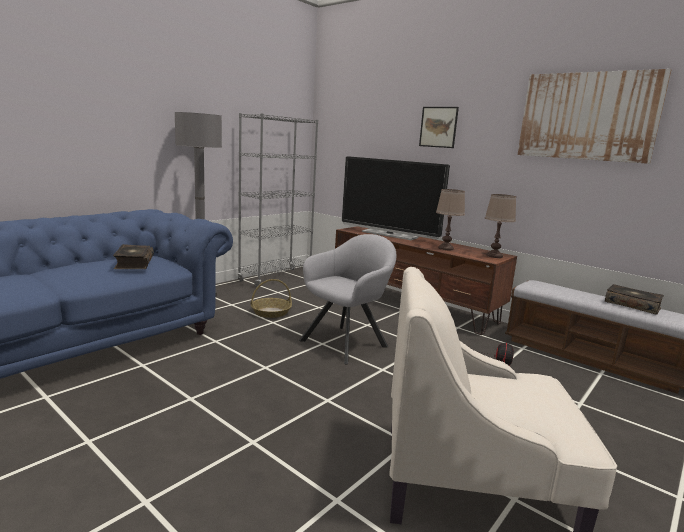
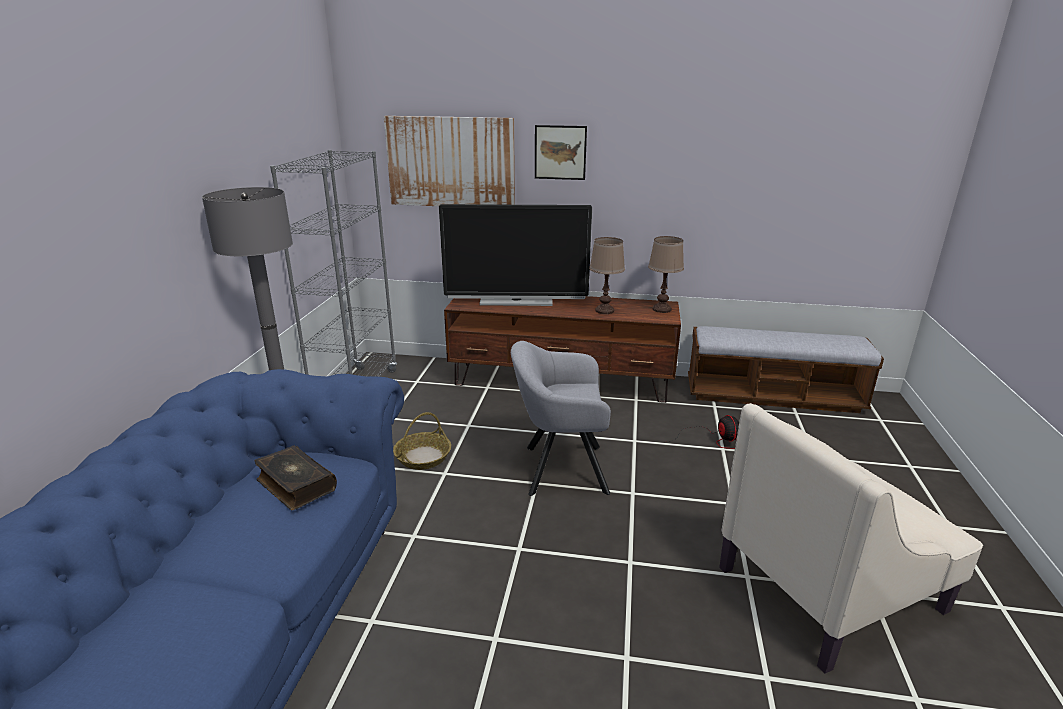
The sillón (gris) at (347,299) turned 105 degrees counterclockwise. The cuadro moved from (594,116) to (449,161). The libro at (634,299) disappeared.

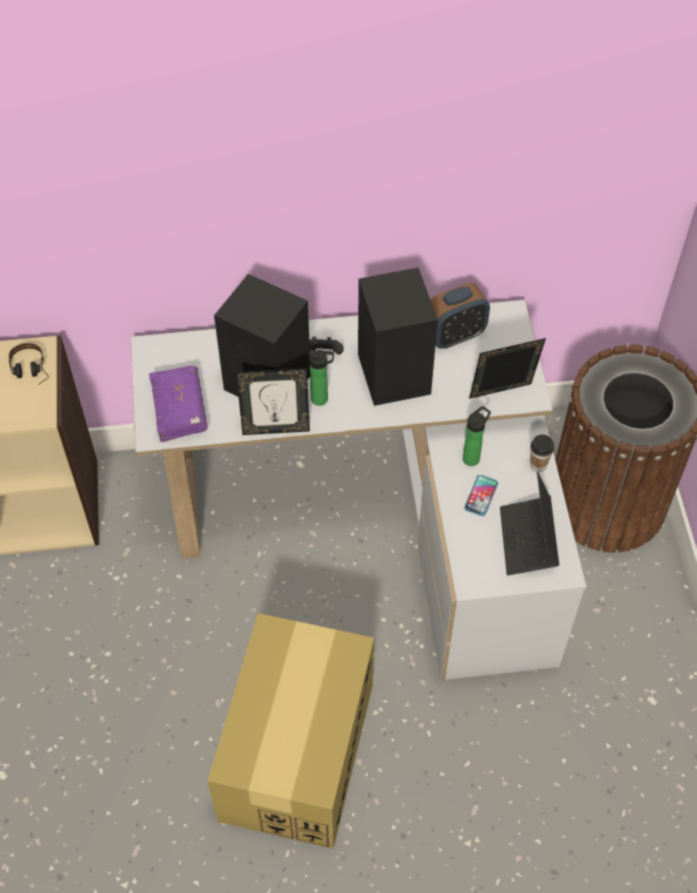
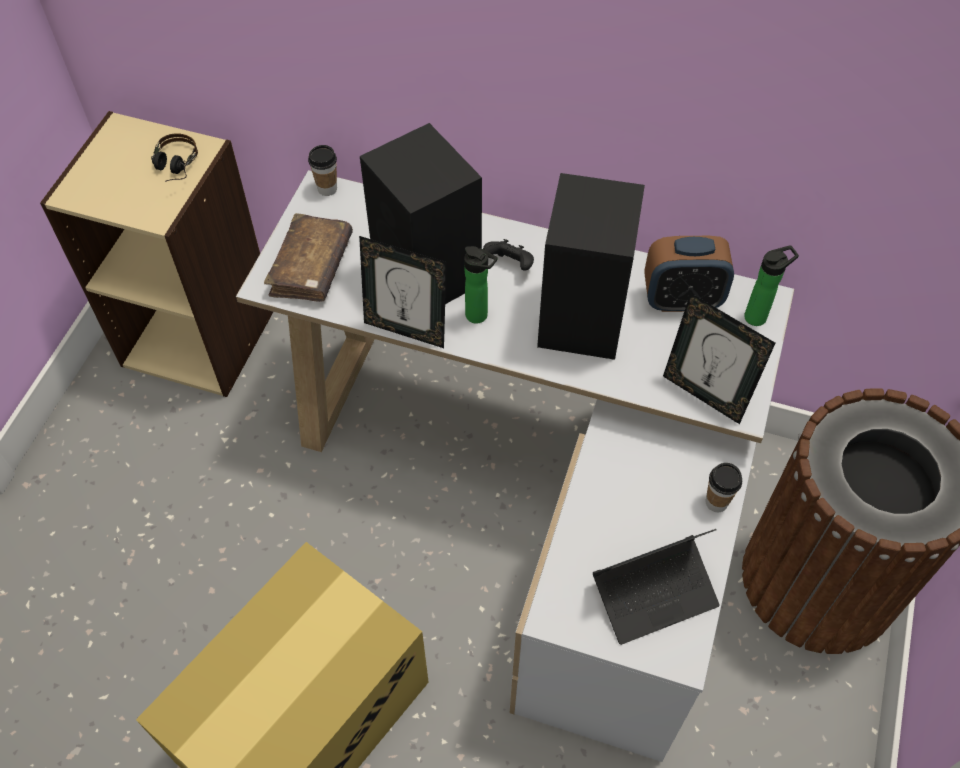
The libro (morado) at (178,404) became the libro (marrón) at (308,257). The botella moved from (477,436) to (771,285). The móvil at (481,495) disappeared. The portarretratos at (507,368) turned 150 degrees counterclockwise. The portátil at (529,523) turned 135 degrees counterclockwise. The taza at (322,170) appeared.

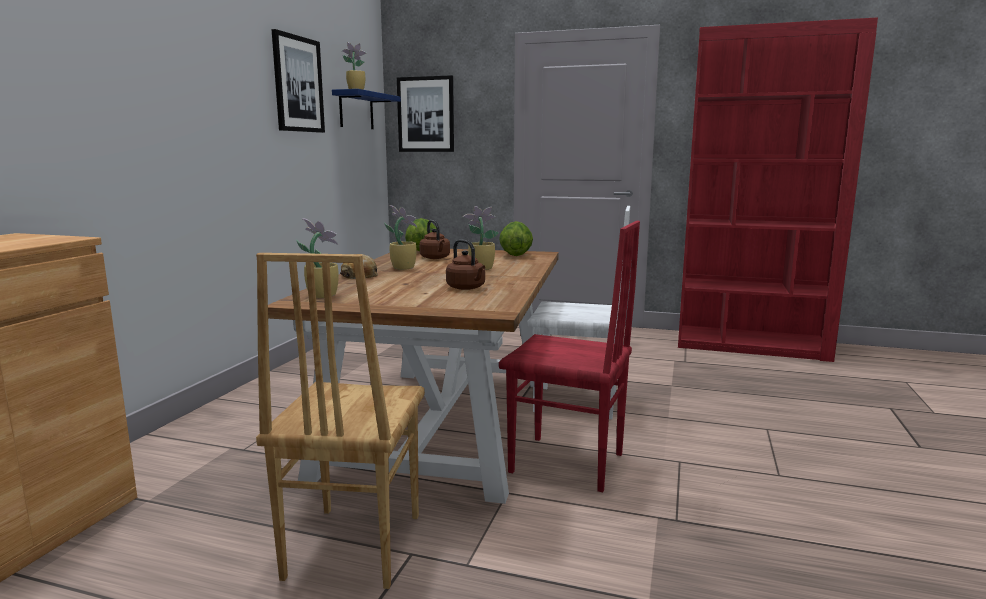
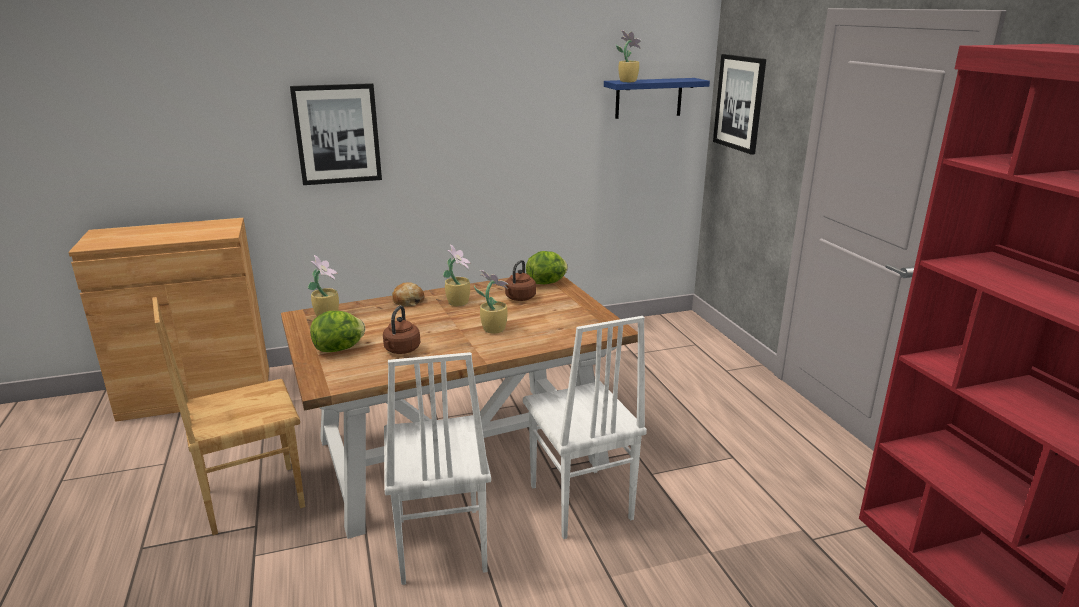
The cuadro moved from (298,81) to (336,134). The silla (rojo) at (569,356) became the silla (blanco) at (437,468). The lechuga moved from (516,238) to (337,331).

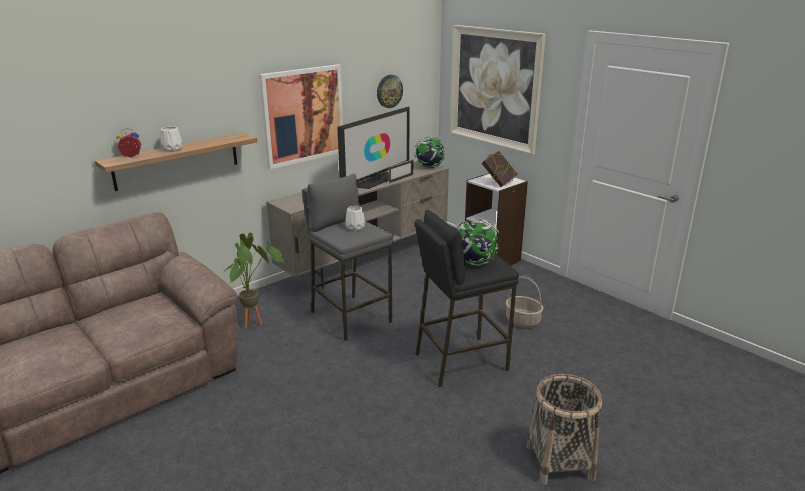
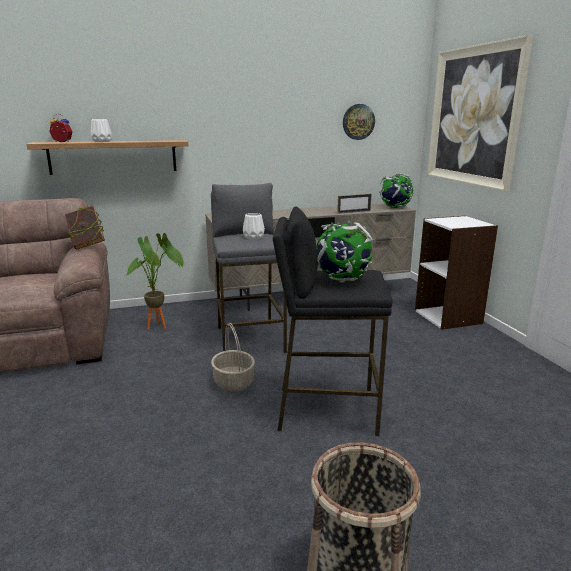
The cuadro at (301,116) disappeared. The televisor at (373,147) disappeared. The libro moved from (500,169) to (85,228). The cesta moved from (524,302) to (233,357).

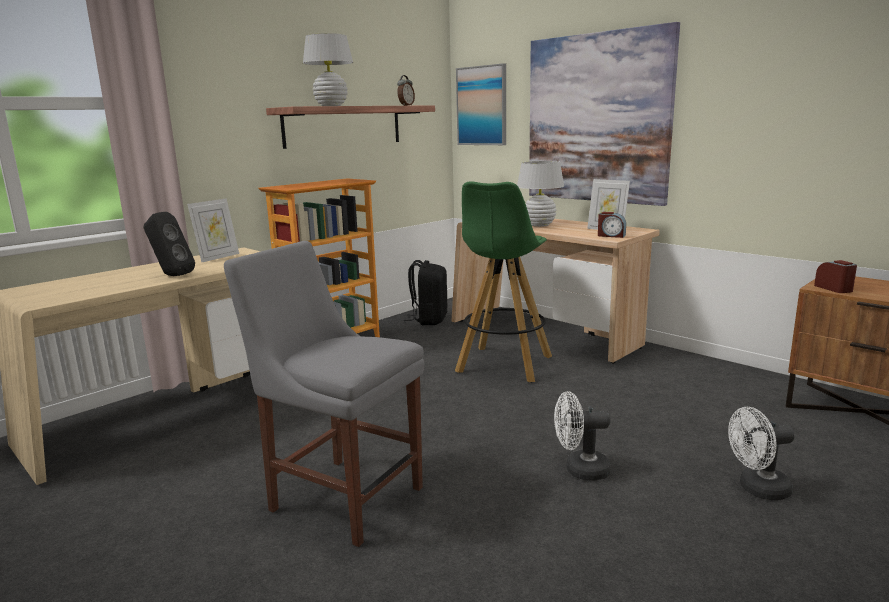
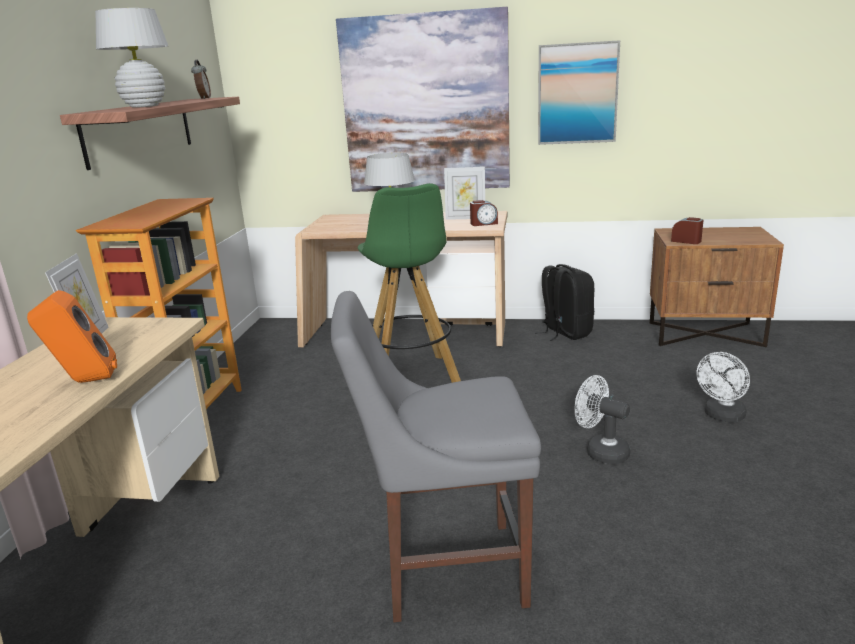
The altavoz (negro) at (169,244) became the altavoz (naranja) at (72,336). The mochila (negro) moved from (425,292) to (564,302). The cuadro moved from (481,104) to (579,92). The ventilador (blanco) at (582,436) turned 75 degrees clockwise.

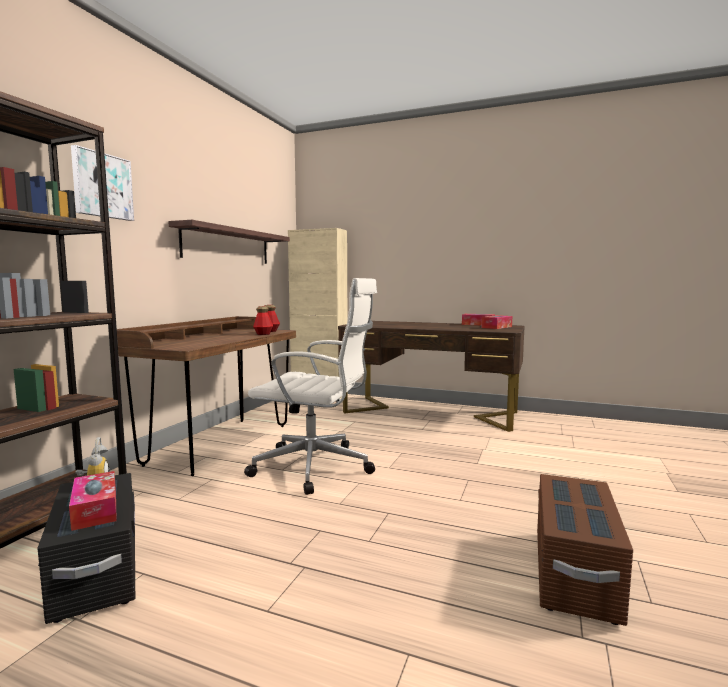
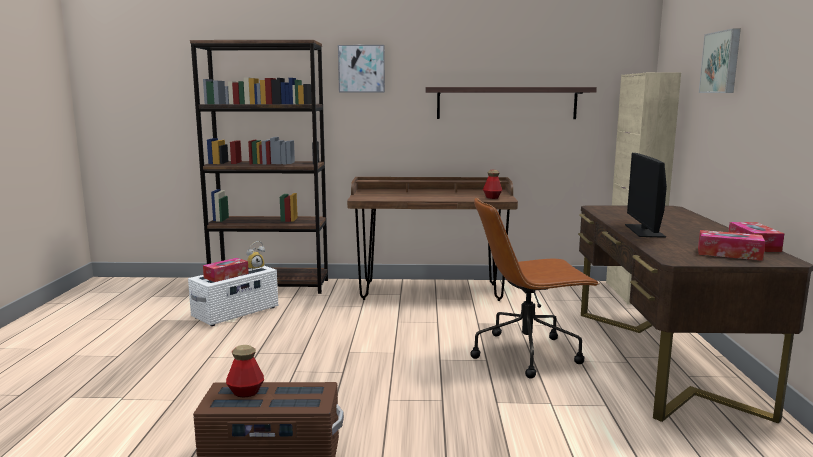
The caja de almacenaje (negro) at (86,548) became the caja de almacenaje (blanco) at (233,296). The silla de oficina (blanco) at (310,386) disappeared. The botella moved from (263,320) to (245,371). The silla de oficina (marrón) at (534,288) appeared. The monitor at (646,195) appeared. The cuadro at (720,60) appeared.

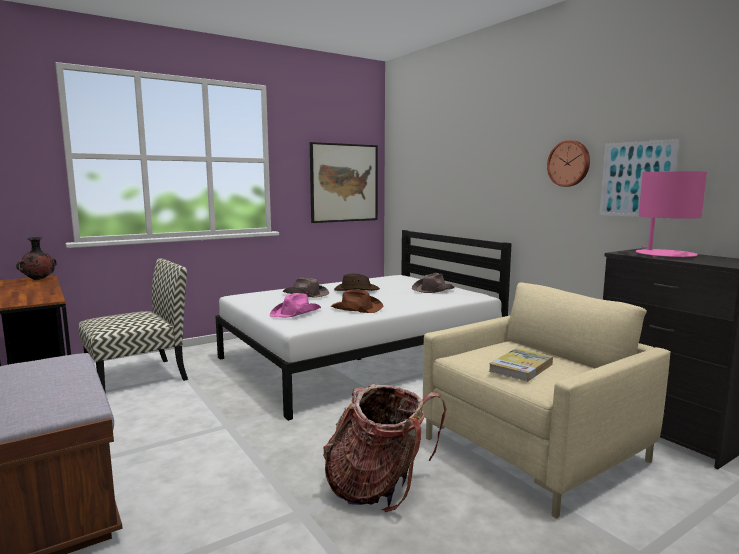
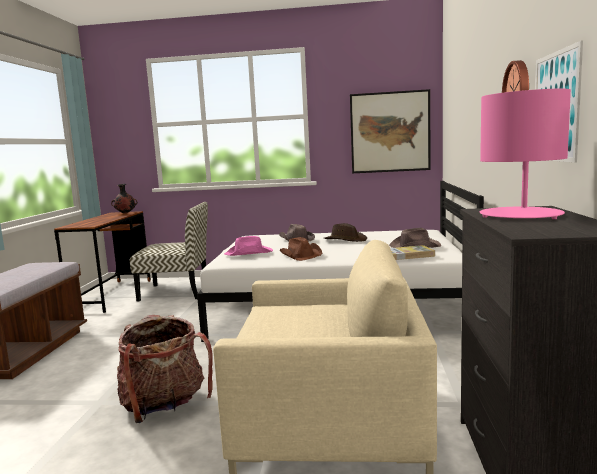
The libro moved from (521,365) to (412,252).

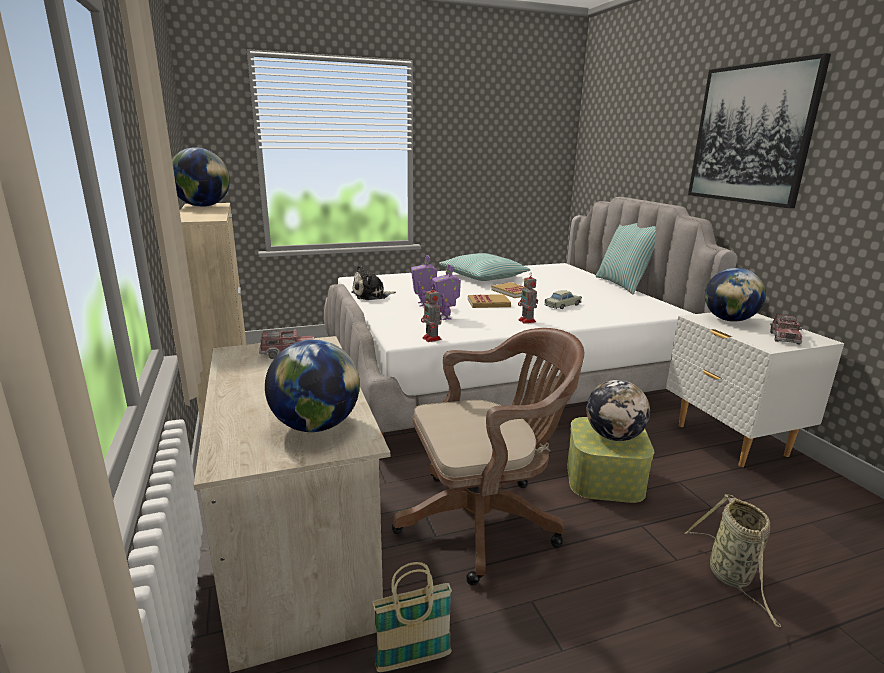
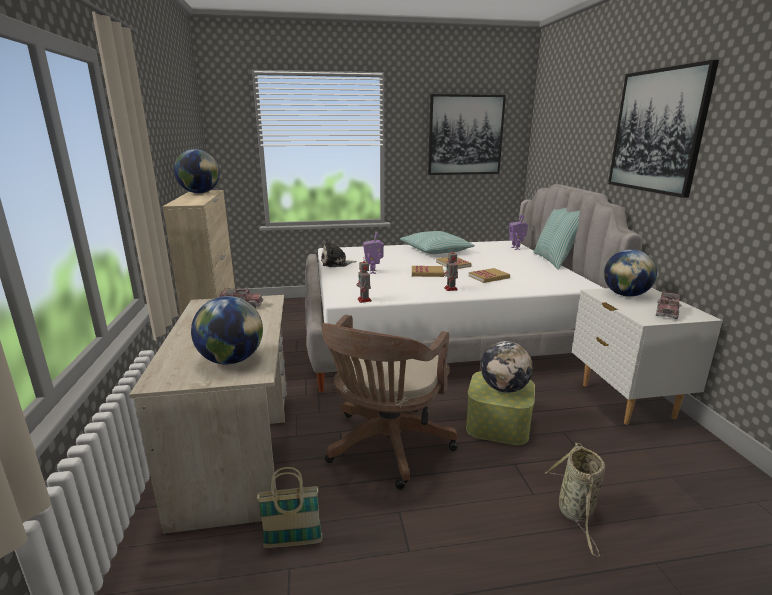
The silla de oficina (marrón) at (488,457) turned 120 degrees clockwise. The robot de juguete moved from (446,292) to (518,232). The coche de juguete (beis) at (563,299) was replaced by the libro at (489,275). The cuadro at (467,134) appeared.

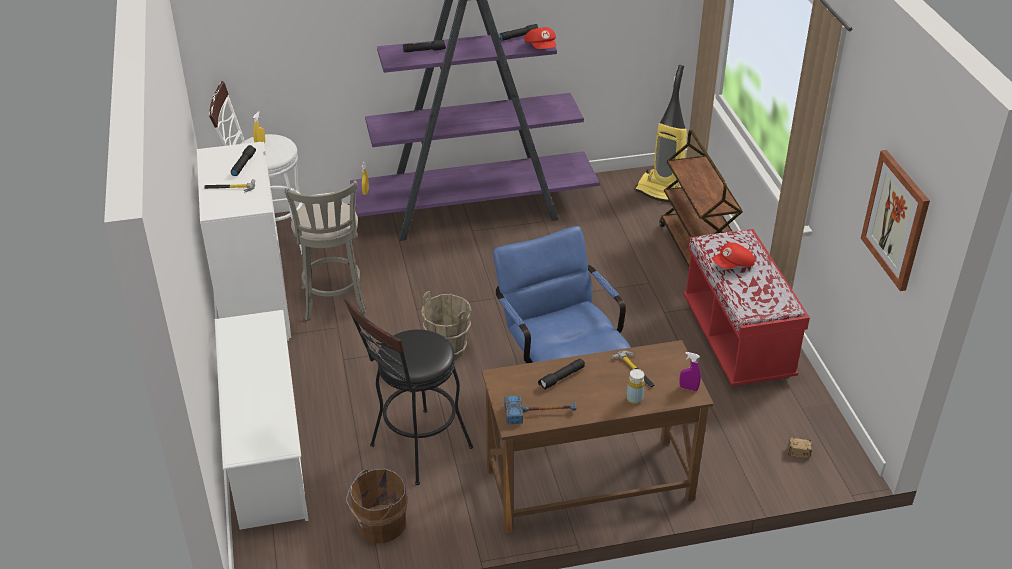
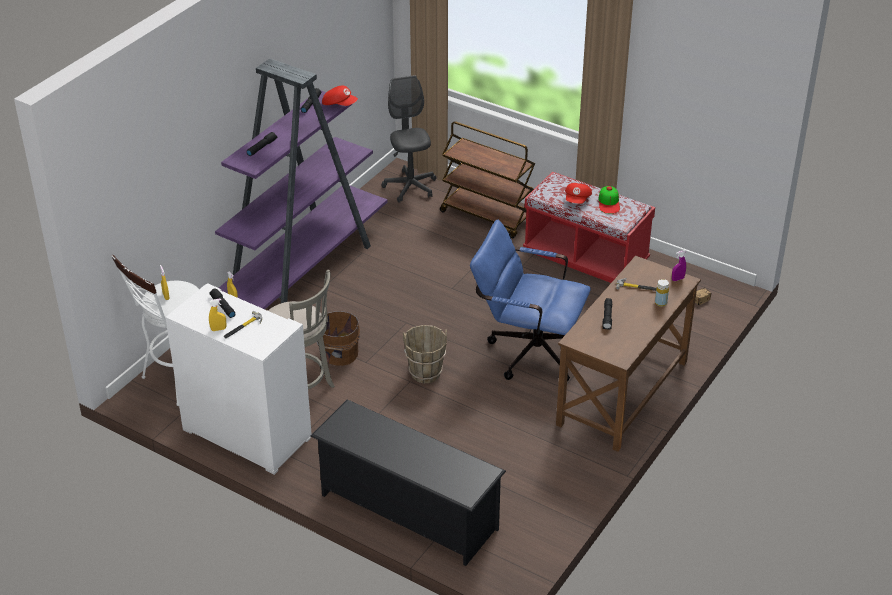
The zapatero (blanco) at (262,420) became the zapatero (negro) at (408,482). The taburete (negro) at (408,392) disappeared. The cubo (marrón) moved from (376,506) to (338,338). The martillo at (540,410) disappeared. The aspiradora at (661,133) was replaced by the silla de oficina (gris) at (409,139). The cuadro at (895,220) disappeared. The pulverizador (amarillo) at (217,315) appeared. The gorra at (609,200) appeared.

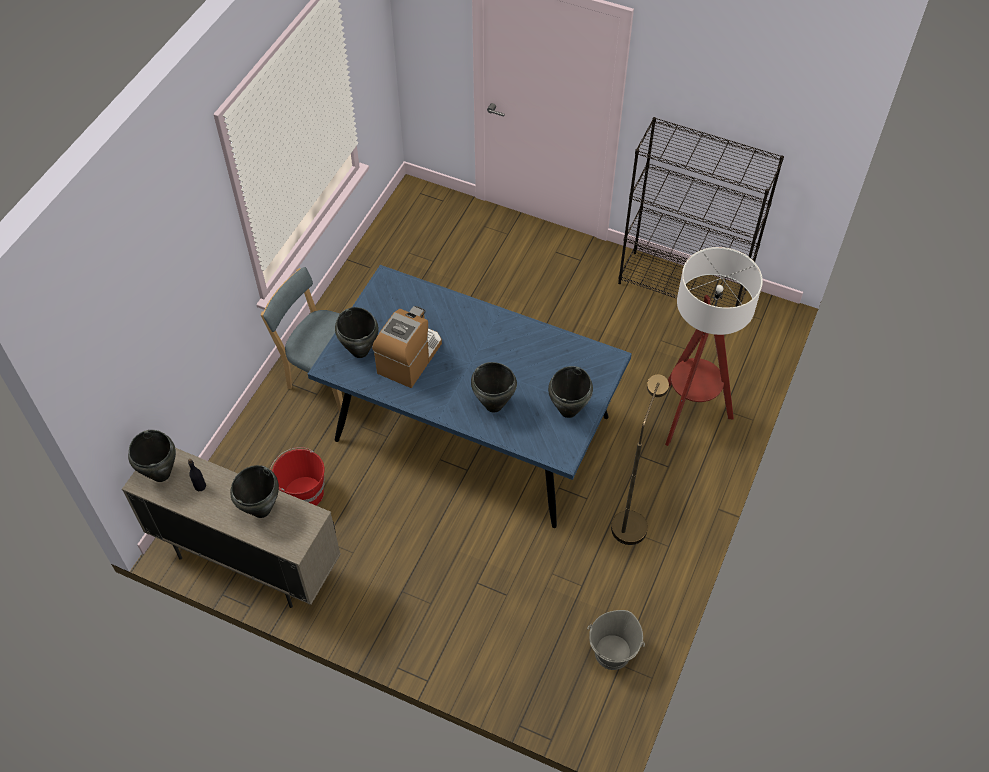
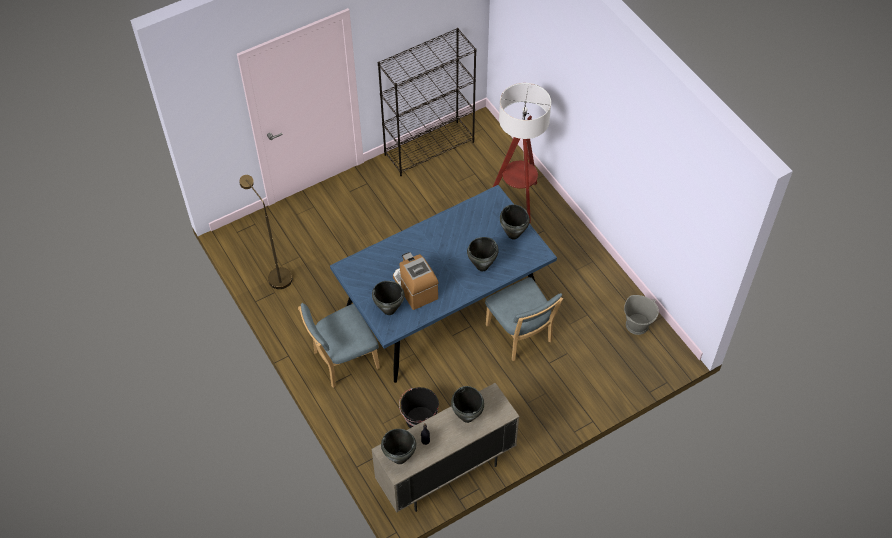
The cubo (rojo) at (297,476) became the cubo (negro) at (419,407). The lámpara de pie (marrón) moved from (640,459) to (266,232). The silla (azul) at (524,319) appeared.

